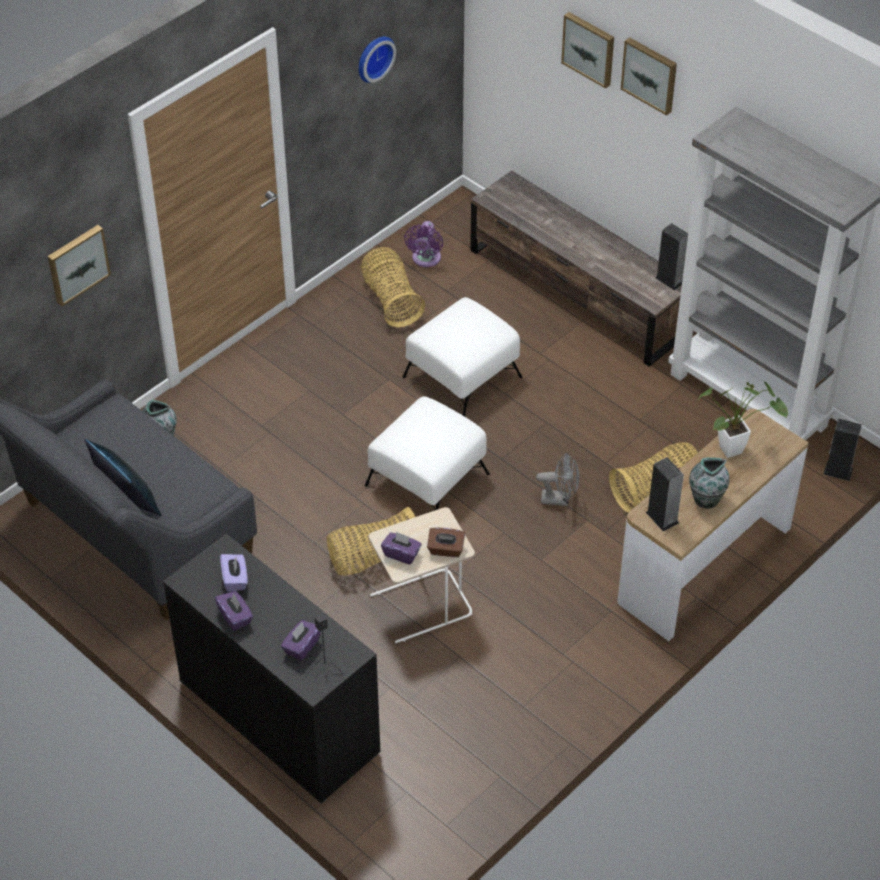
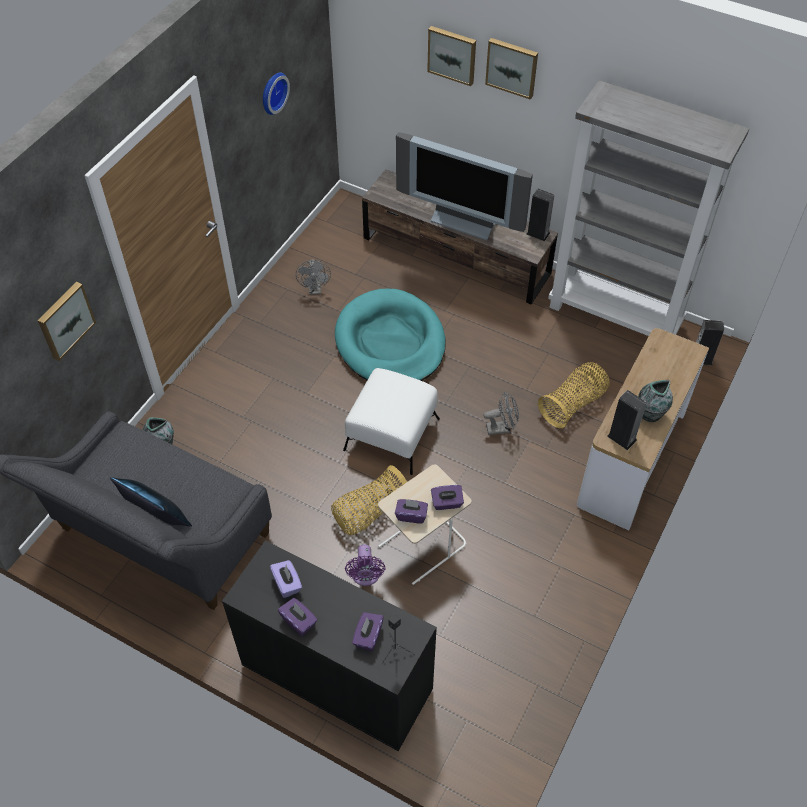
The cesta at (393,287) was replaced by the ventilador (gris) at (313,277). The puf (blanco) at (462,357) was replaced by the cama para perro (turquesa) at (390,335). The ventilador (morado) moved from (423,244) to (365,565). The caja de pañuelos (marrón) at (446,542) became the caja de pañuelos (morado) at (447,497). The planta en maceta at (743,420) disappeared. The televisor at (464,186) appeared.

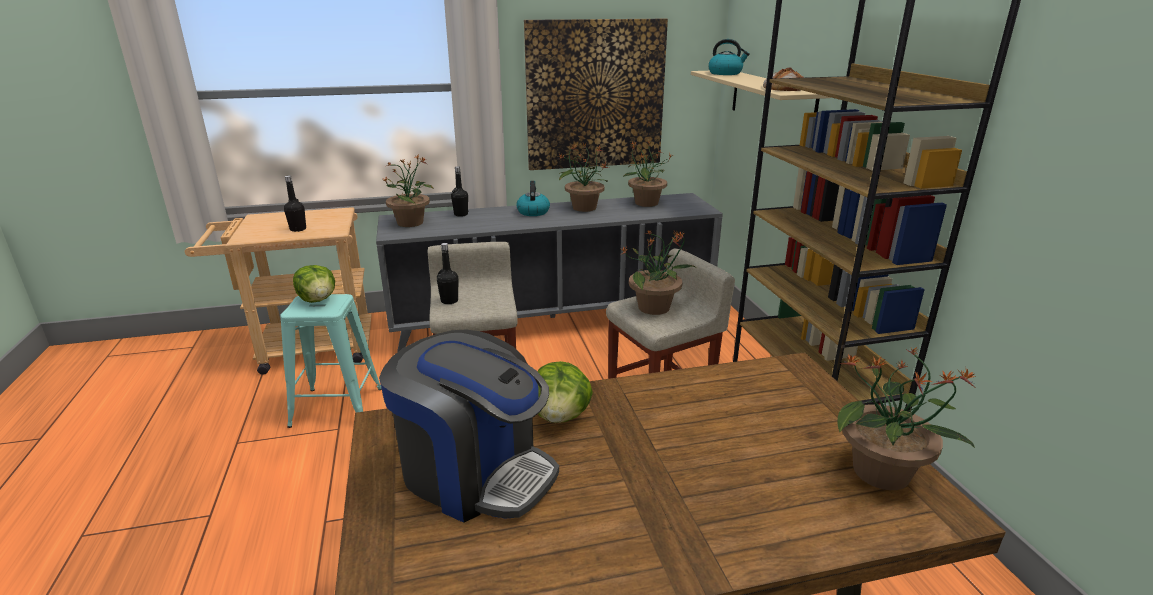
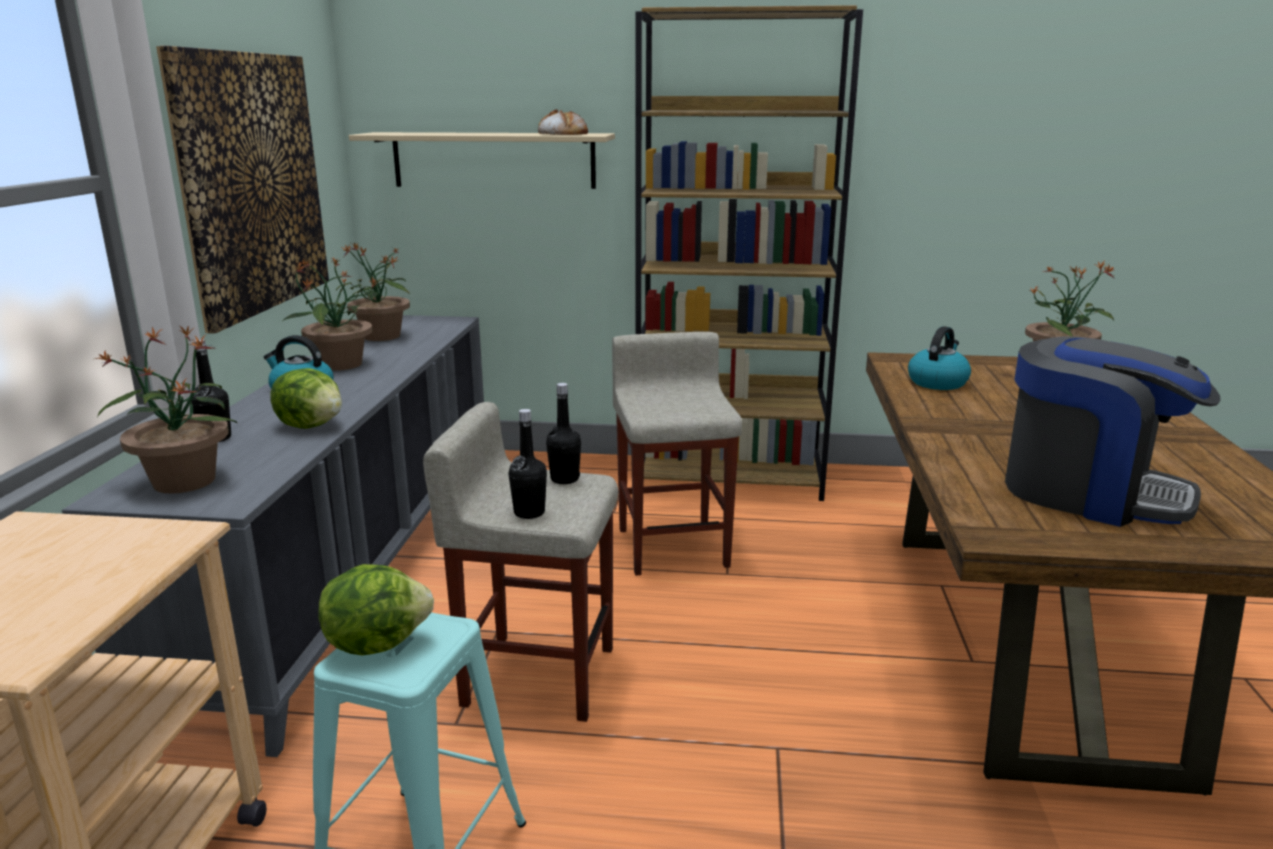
The botella (negro) moved from (295,203) to (563,433). The cafetera at (469,426) turned 75 degrees clockwise. The lechuga moved from (565,392) to (306,398). The planta en maceta at (657,272) disappeared. The hervidor moved from (729,57) to (939,358).

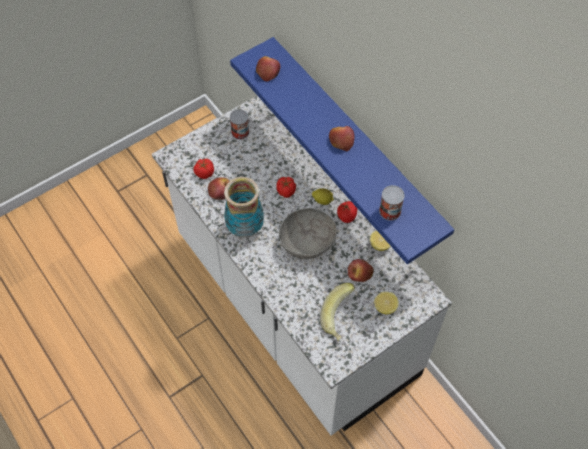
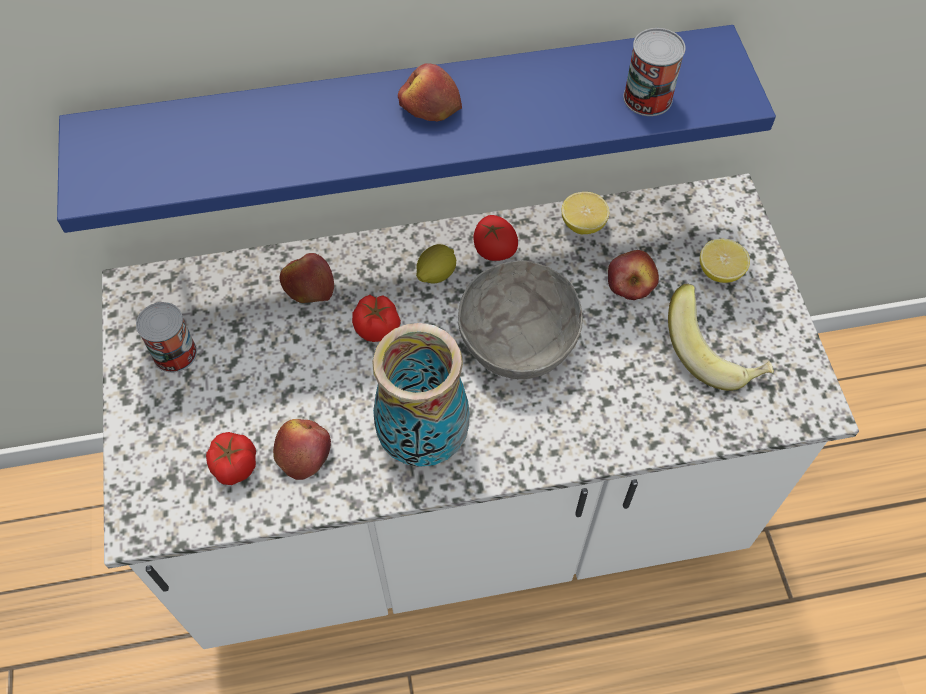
The manzana moved from (268,68) to (307,278).

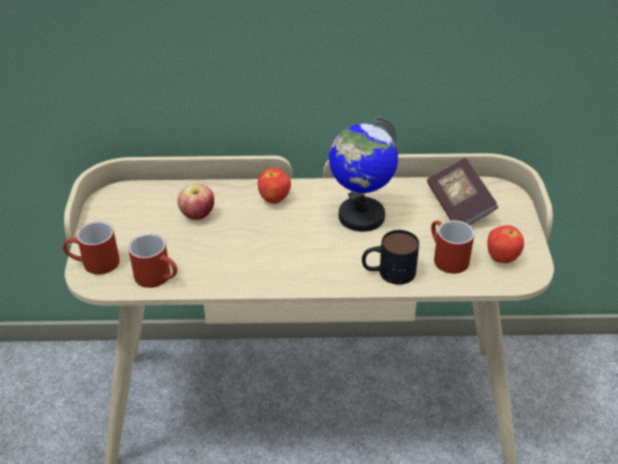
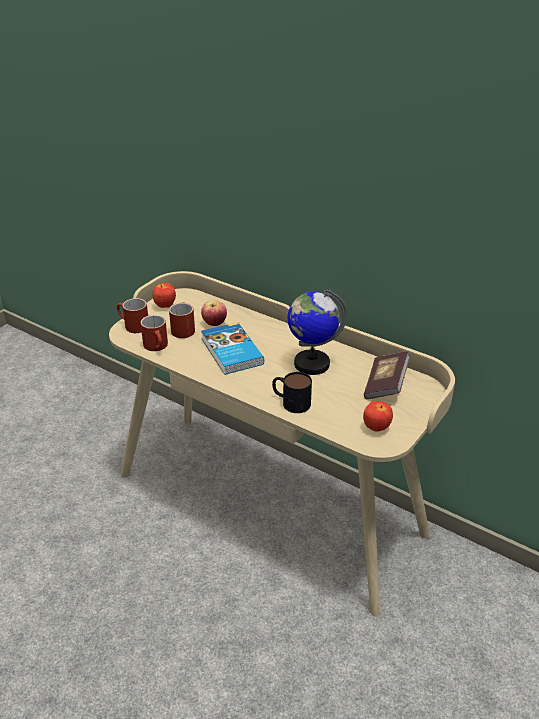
The manzana moved from (274,186) to (164,295). The taza grande (rojo) moved from (453,247) to (182,320). The libro at (232,348) appeared.

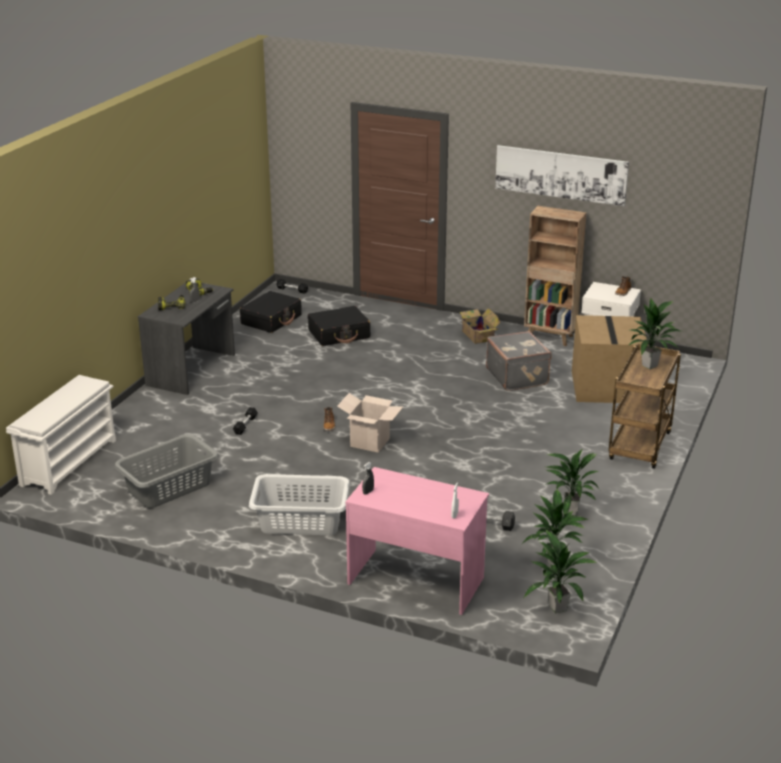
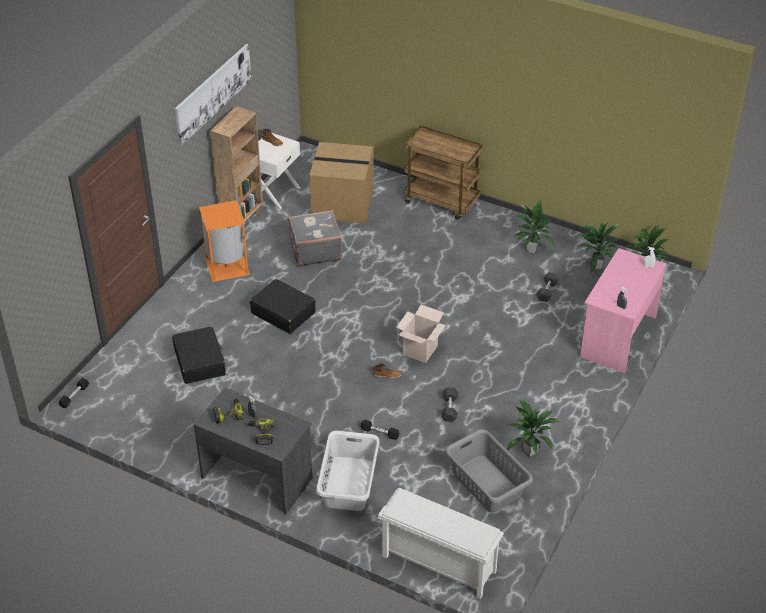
The maleta (negro) moved from (271,312) to (283,306). The cesto de la ropa (gris) moved from (299,504) to (347,470). The caja de cartón at (479,326) was replaced by the papelera (naranja) at (224,241). The planta en maceta moved from (655,334) to (534,427). The mancuerna (gris) at (449,404) appeared.

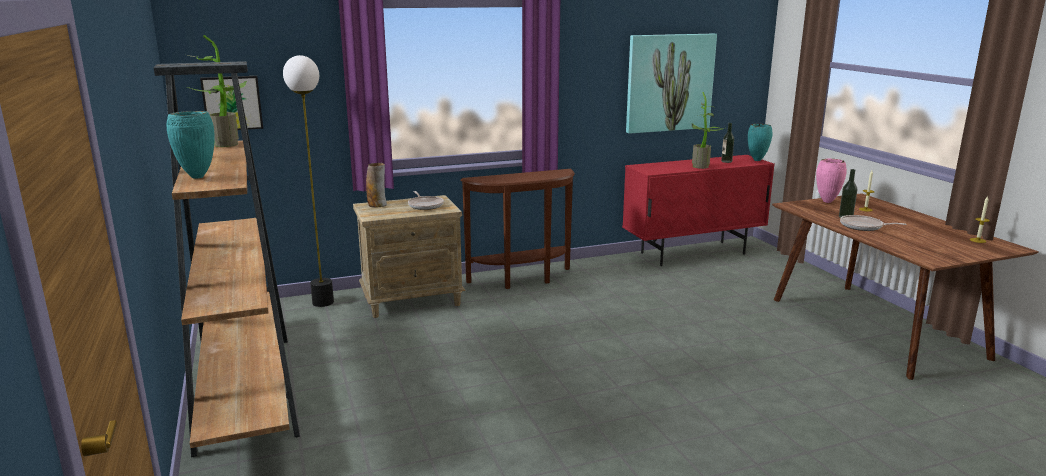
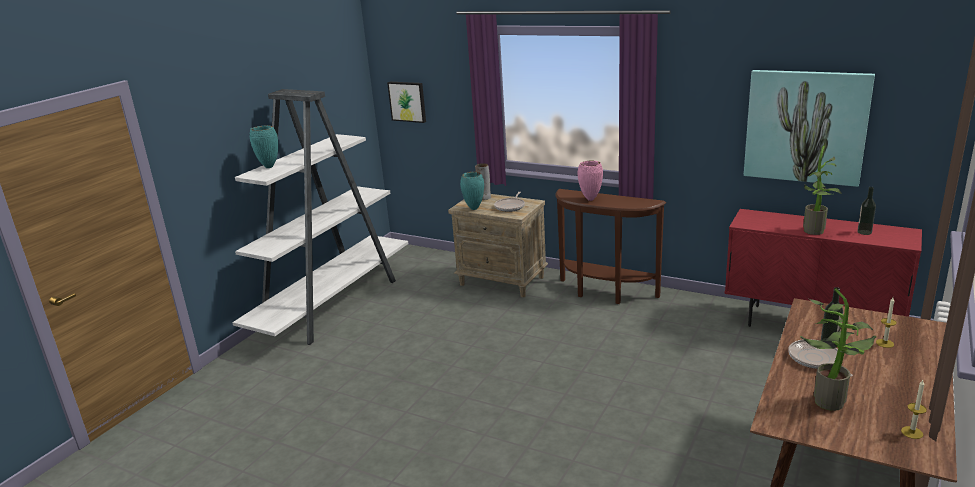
The estantería (marrón) at (227,259) became the estantería (blanco) at (320,217). The planta en maceta moved from (217,91) to (838,350). The lámpara de pie at (308,181) disappeared. The florero (turquesa) moved from (760,142) to (472,191). The florero (rosa) moved from (831,181) to (590,180).

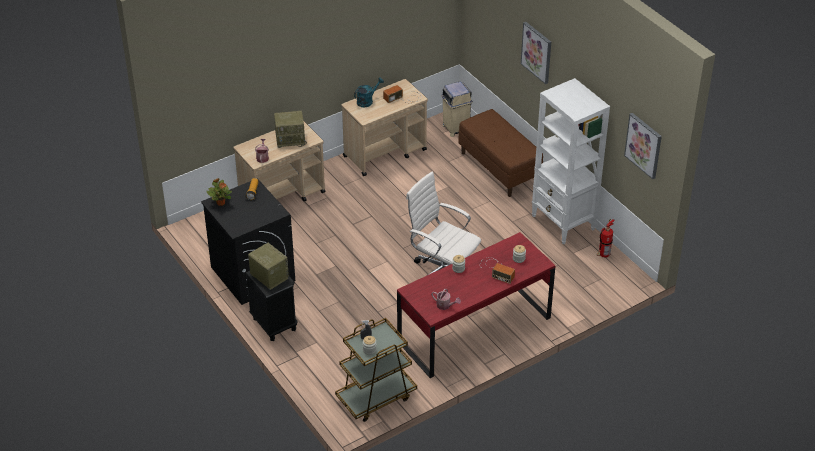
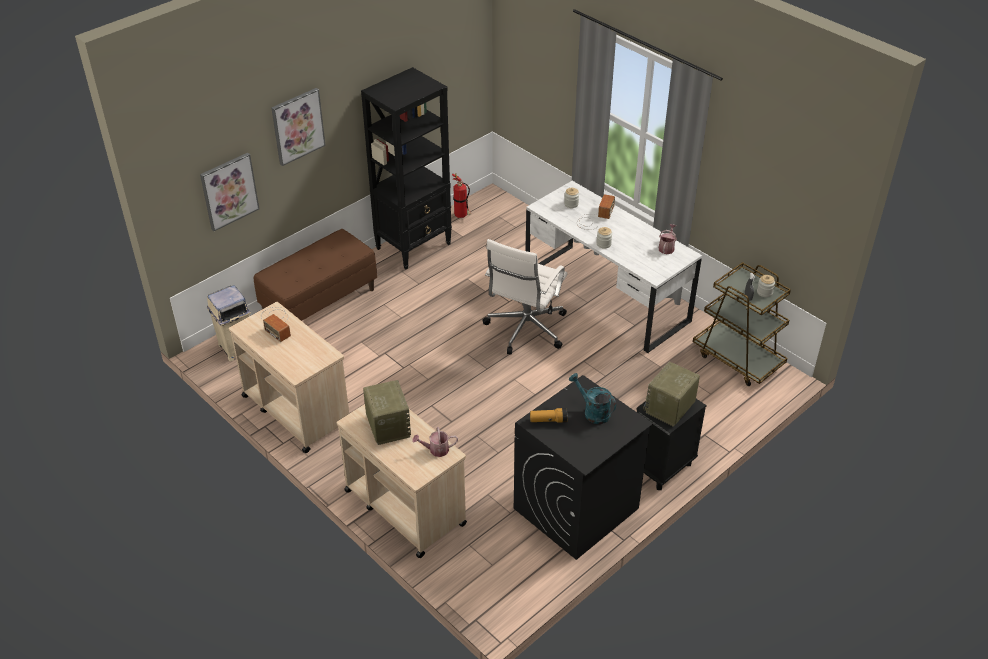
The planta en maceta at (219,192) disappeared. The regadera (turquesa) moved from (369,92) to (592,398). The escritorio (rojo) at (476,305) became the escritorio (blanco) at (613,267). The estantería (blanco) at (571,161) became the estantería (negro) at (406,168). The cuadro moved from (643,146) to (229,192).

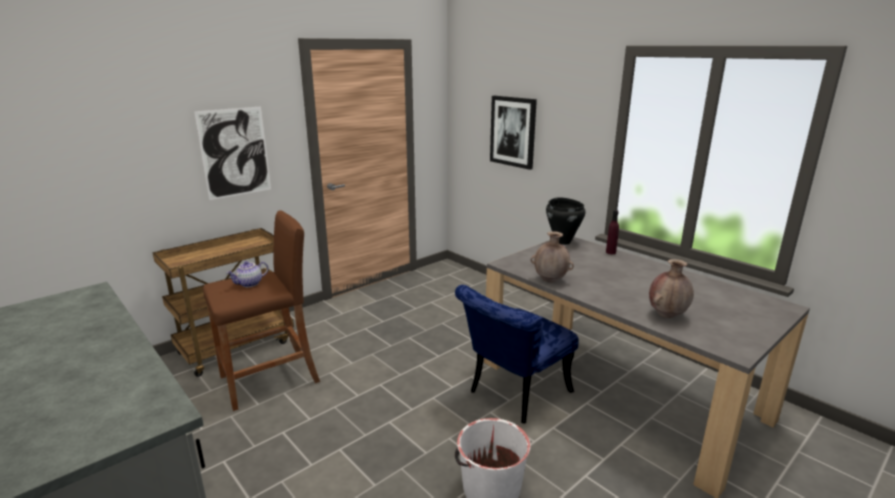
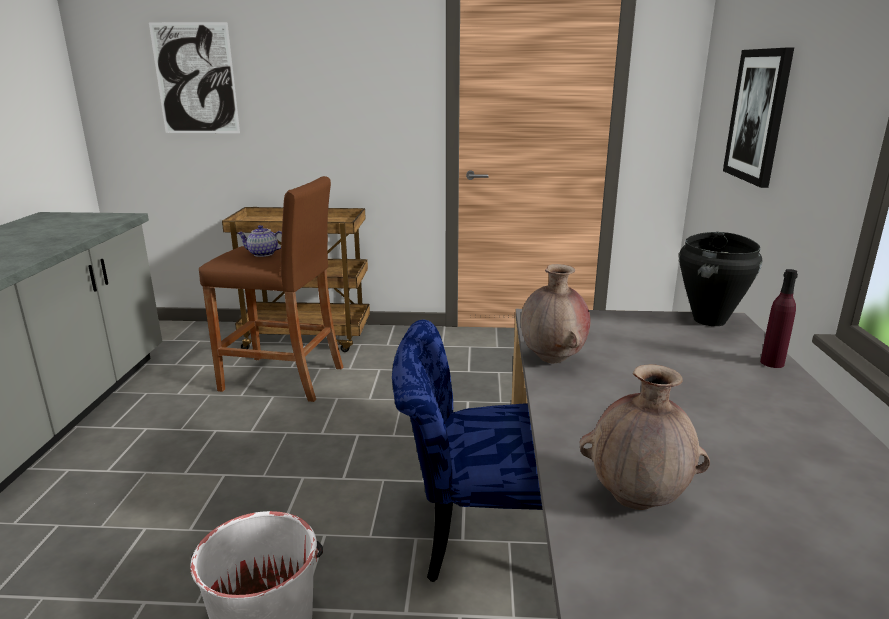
The cuadro moved from (232,153) to (194,77).

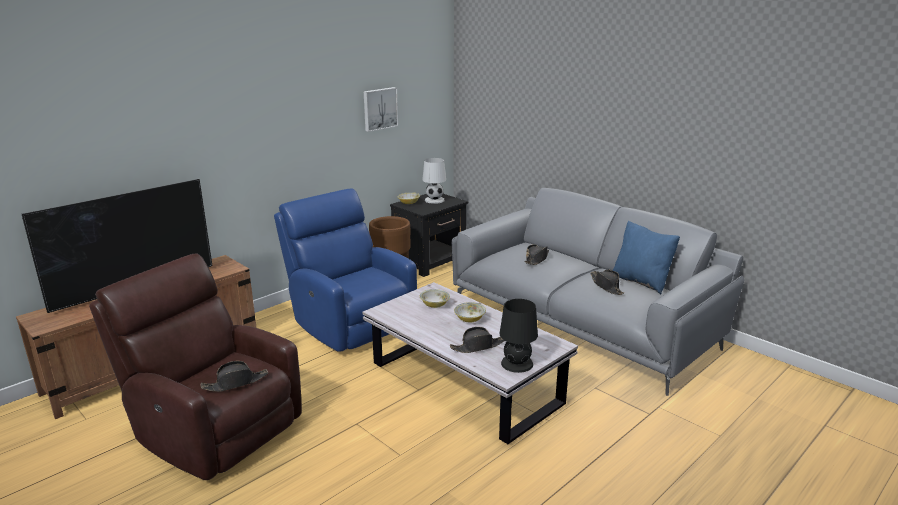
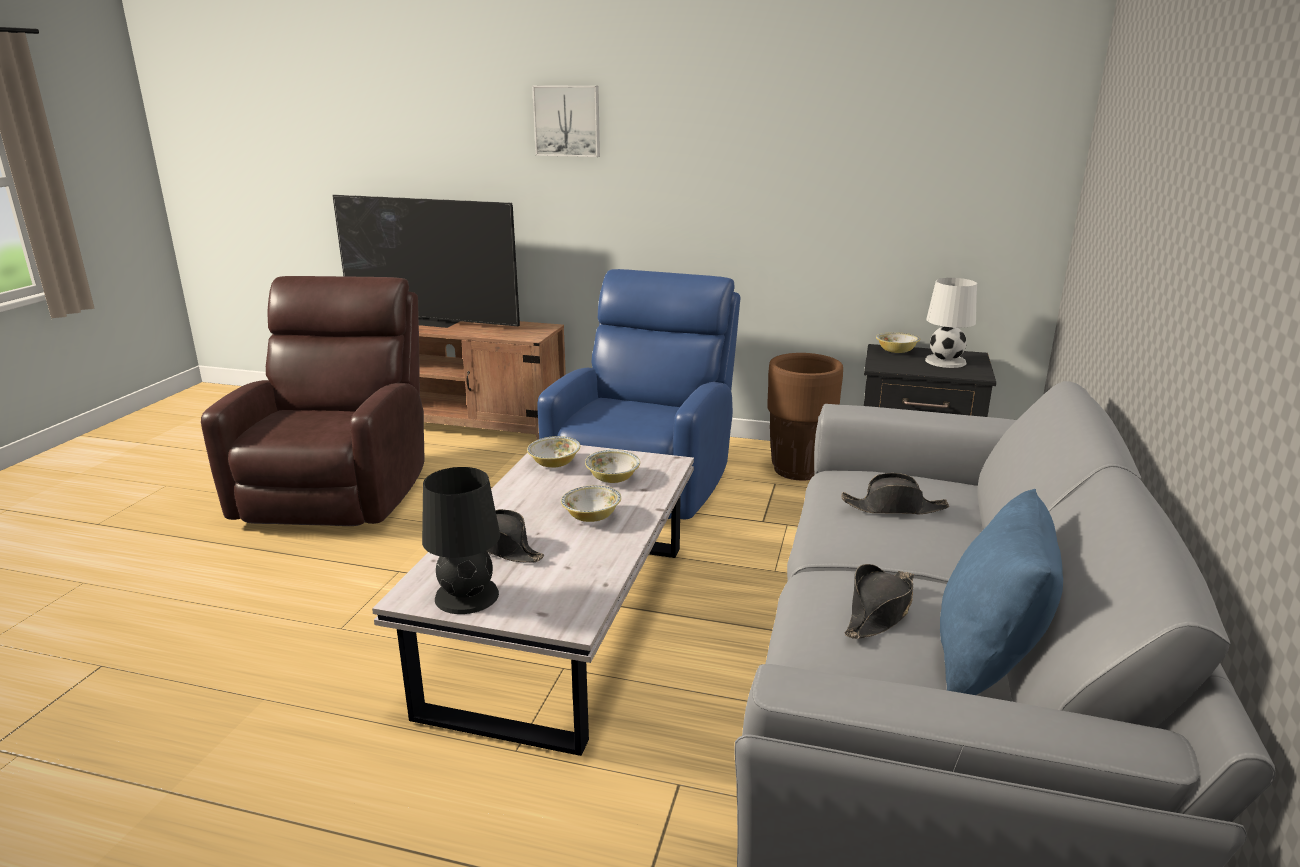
The sombrero (negro) at (234,376) disappeared. The cuadro moved from (381,109) to (566,121). The cuenco at (553,452) appeared.

